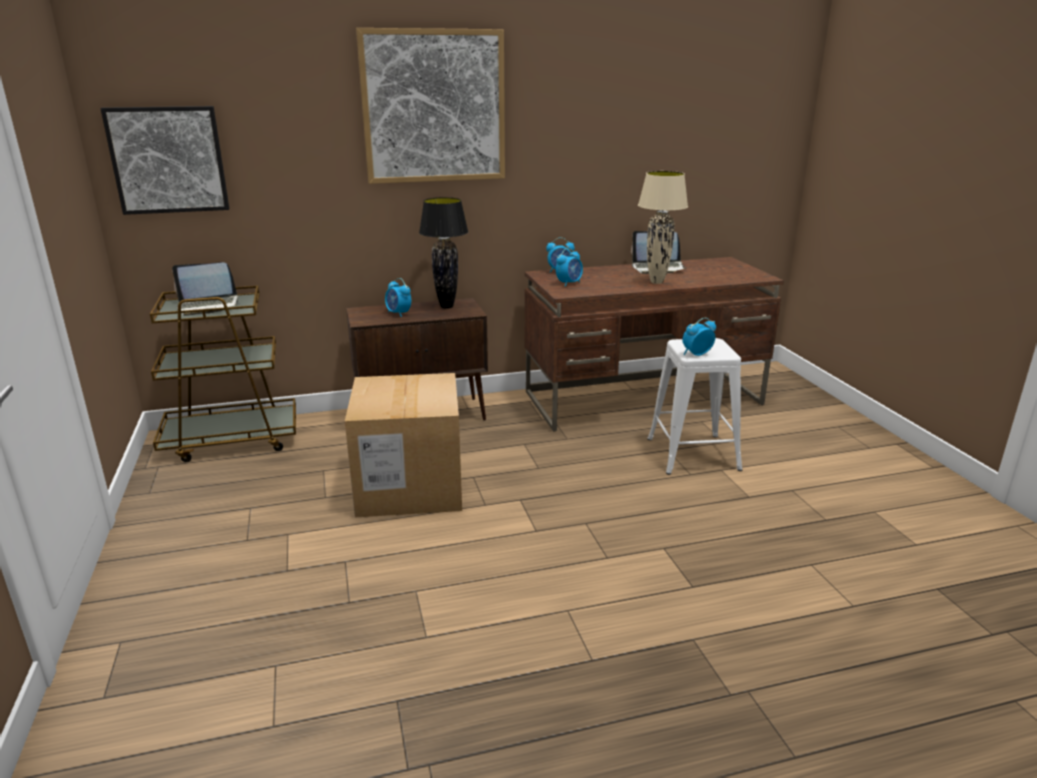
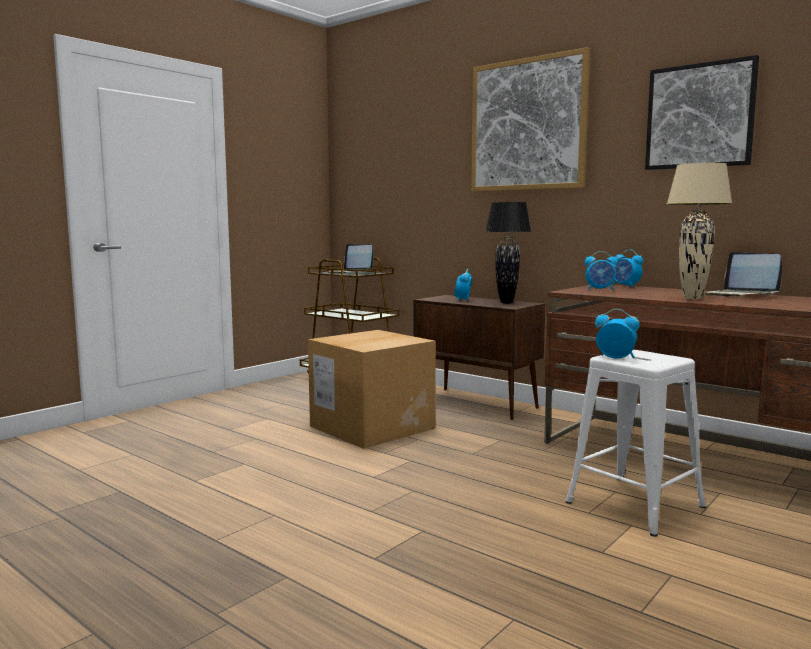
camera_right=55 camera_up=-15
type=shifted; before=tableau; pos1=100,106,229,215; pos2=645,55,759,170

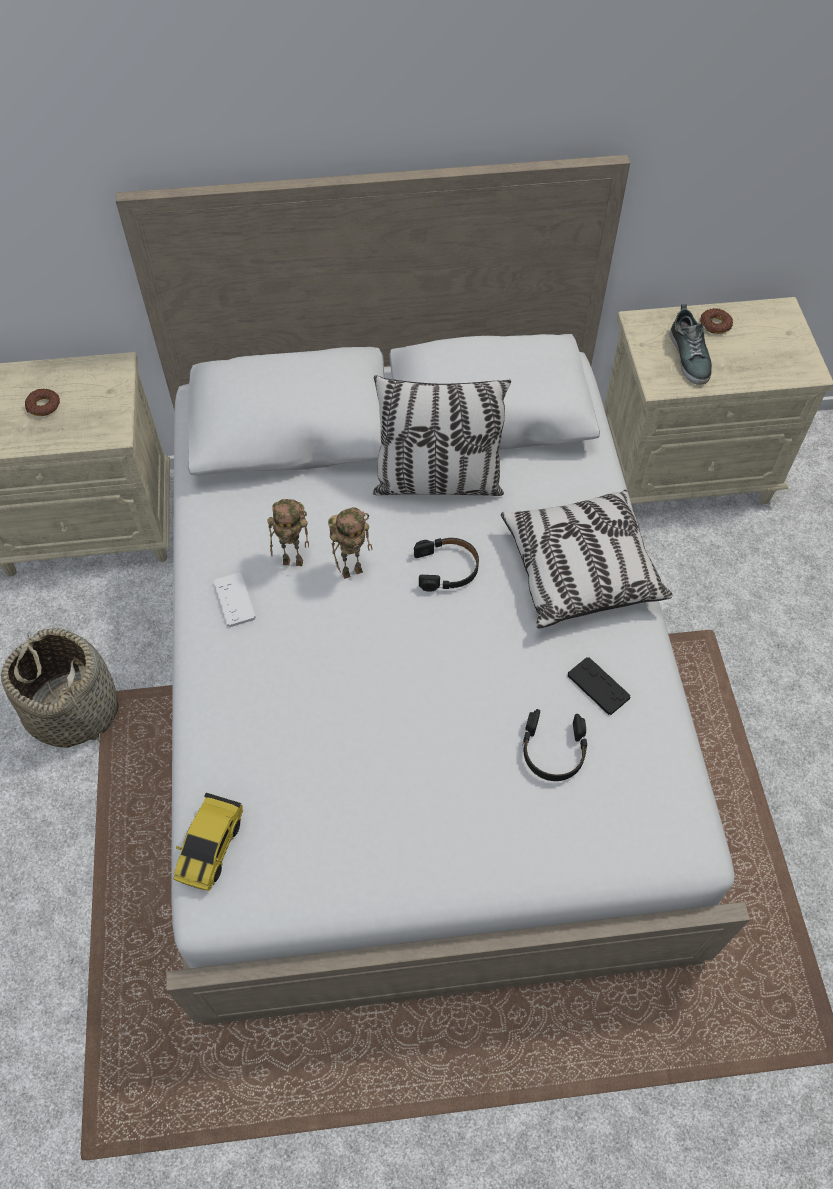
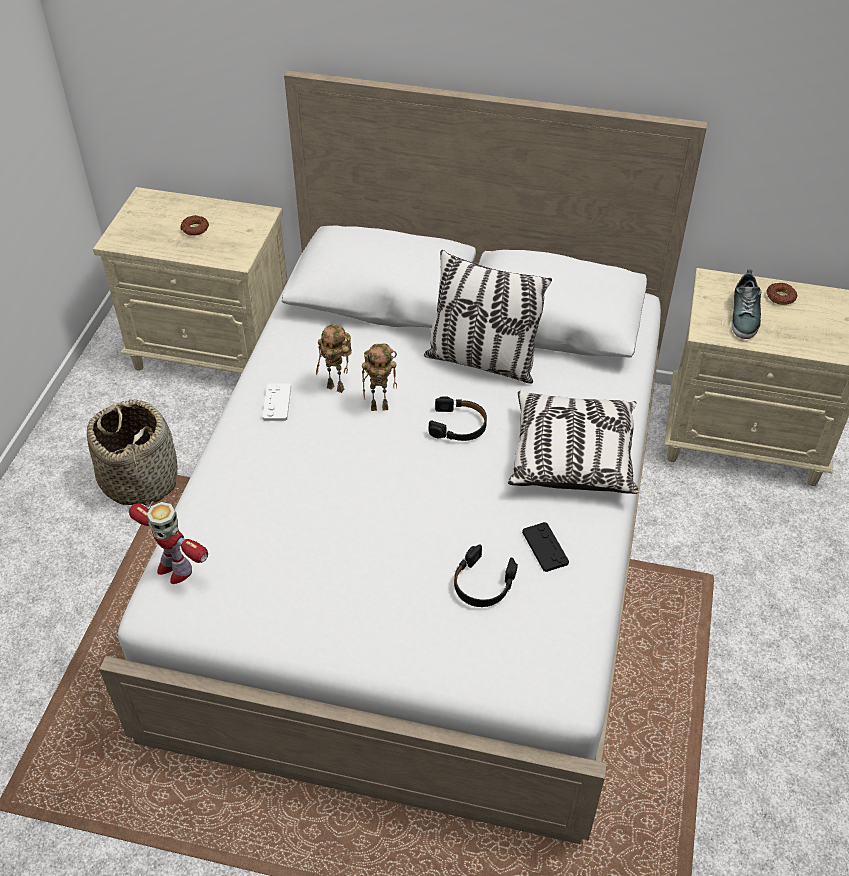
camera_right=20 camera_up=-10
type=swapped; before=petite voiture; after=robot jouet; pos1=173,793,243,891; pos2=129,502,208,584

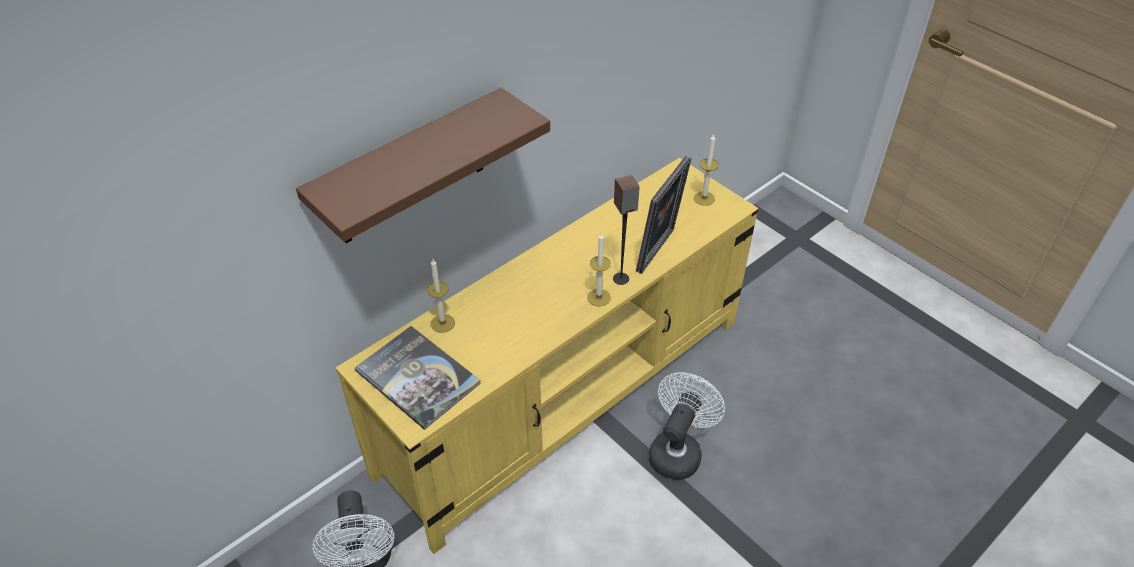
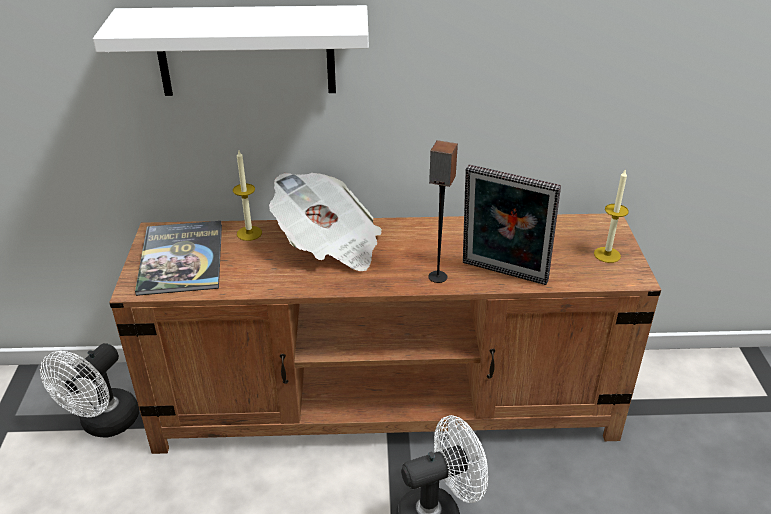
camera_right=40 camera_up=-10
type=gone; before=bougie; pos1=587,232,611,306
type=new; after=journal; pos2=269,173,382,271
type=repainted; before=étagère (marron); after=étagère (blanc); pos1=296,88,550,243; pos2=93,5,369,96
type=repainted; before=meuble télé (jaune); after=meuble télé (marron); pos1=336,158,758,554; pos2=109,213,661,454
type=rotated; before=cadre photo; pos1=636,156,691,274; pos2=463,164,561,285; turn=45

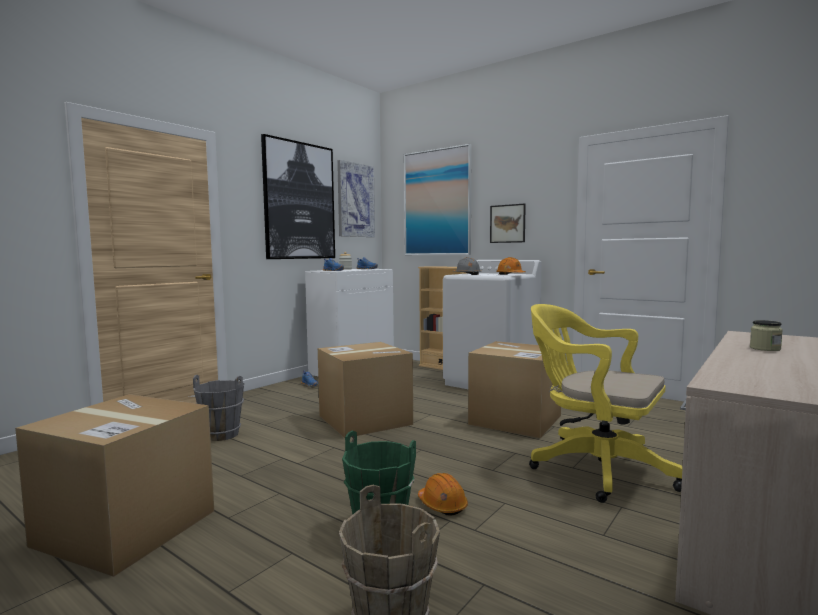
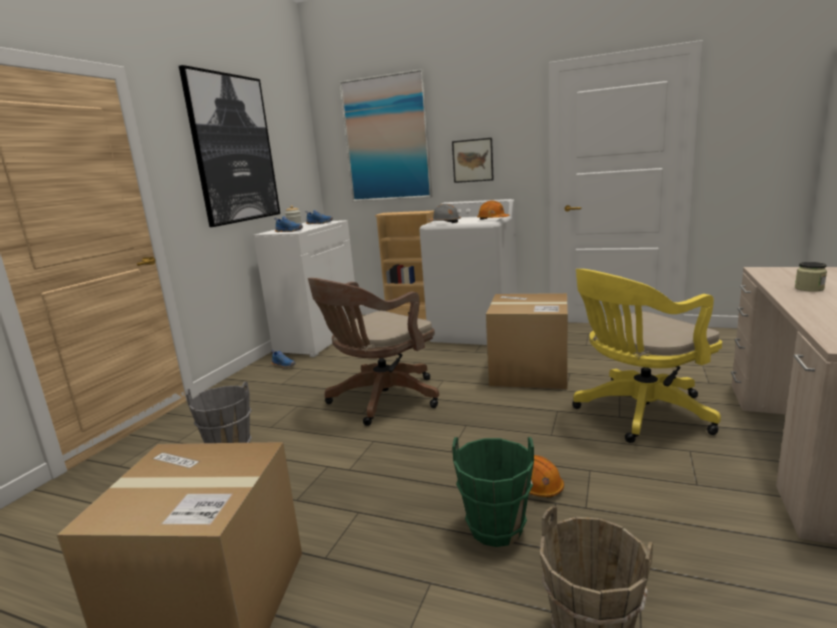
camera_right=-15 camera_up=10
type=gone; before=tableau; pos1=337,160,375,237
type=swapped; before=carton; after=chaise de bureau (marron); pos1=318,342,413,438; pos2=308,278,439,426
type=rotated; before=chaise de bureau (jaune); pos1=529,304,683,503; pos2=572,269,722,443; turn=-45

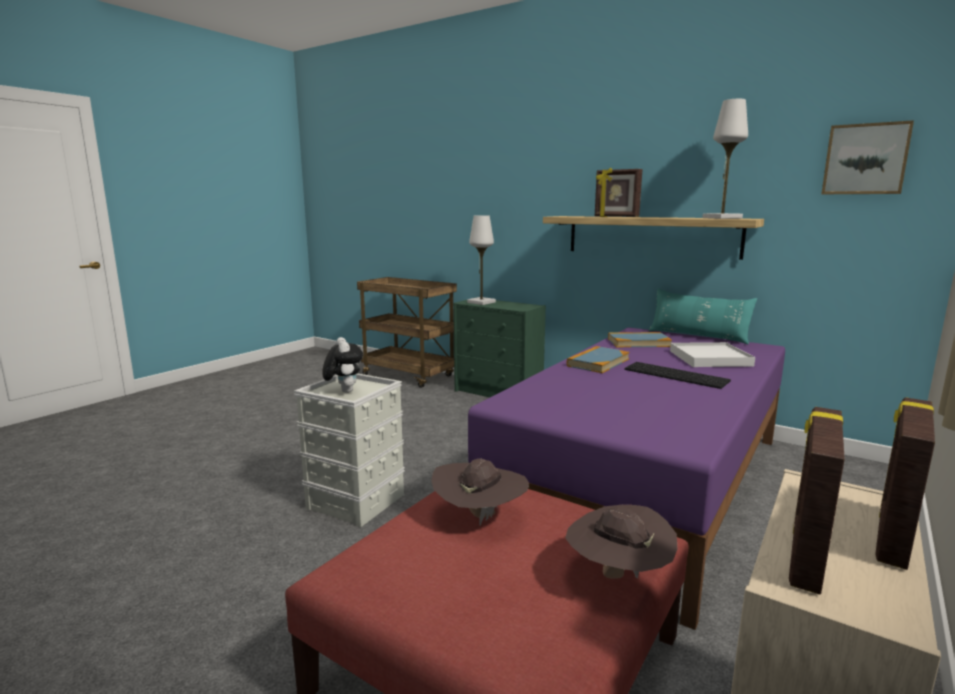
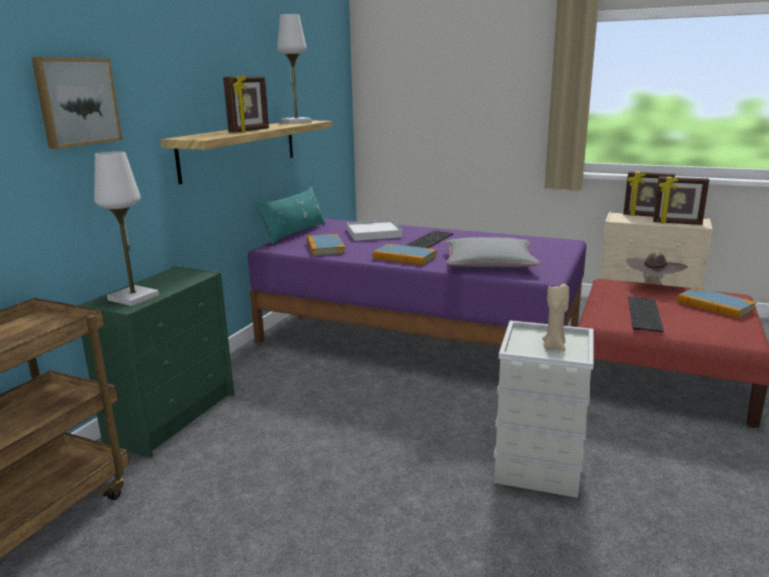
camera_right=-100 camera_up=5
type=new; after=coussin (gris); pos2=446,237,541,267
type=new; after=livre; pos2=677,287,756,319
type=shifted; before=tableau; pos1=821,120,914,194; pos2=32,57,122,149
type=swapped; before=peluche; after=bougie (beige); pos1=322,337,363,393; pos2=542,284,569,351
type=swapped; before=chapeau (marron); after=clavier; pos1=431,458,529,526; pos2=628,296,664,333

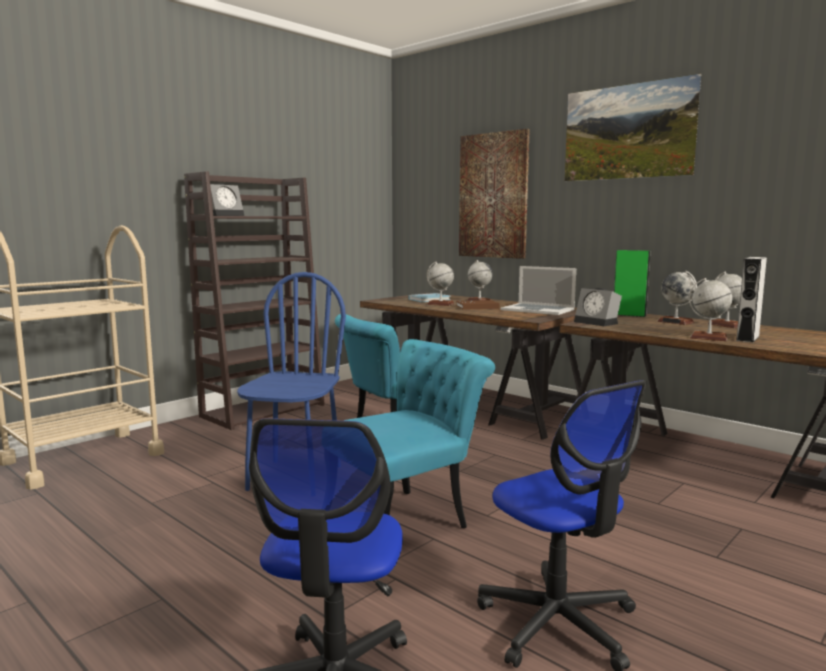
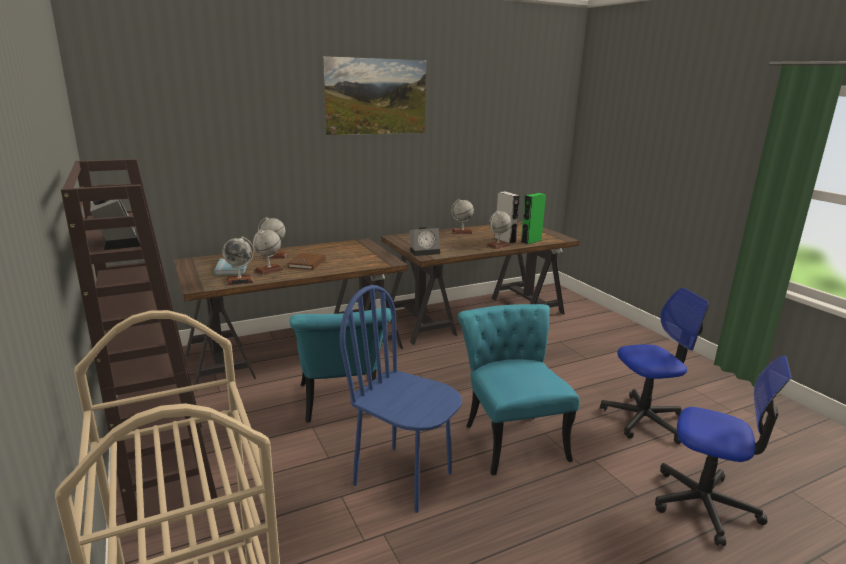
camera_right=-70 camera_up=10
type=gone; before=tableau; pos1=459,129,530,259
type=gone; before=ordinateur portable; pos1=501,266,576,315
type=shifted; before=enceinte (vert); pos1=614,250,650,317; pos2=520,193,546,245
type=shifted; before=globe; pos1=657,271,697,325; pos2=222,237,254,285

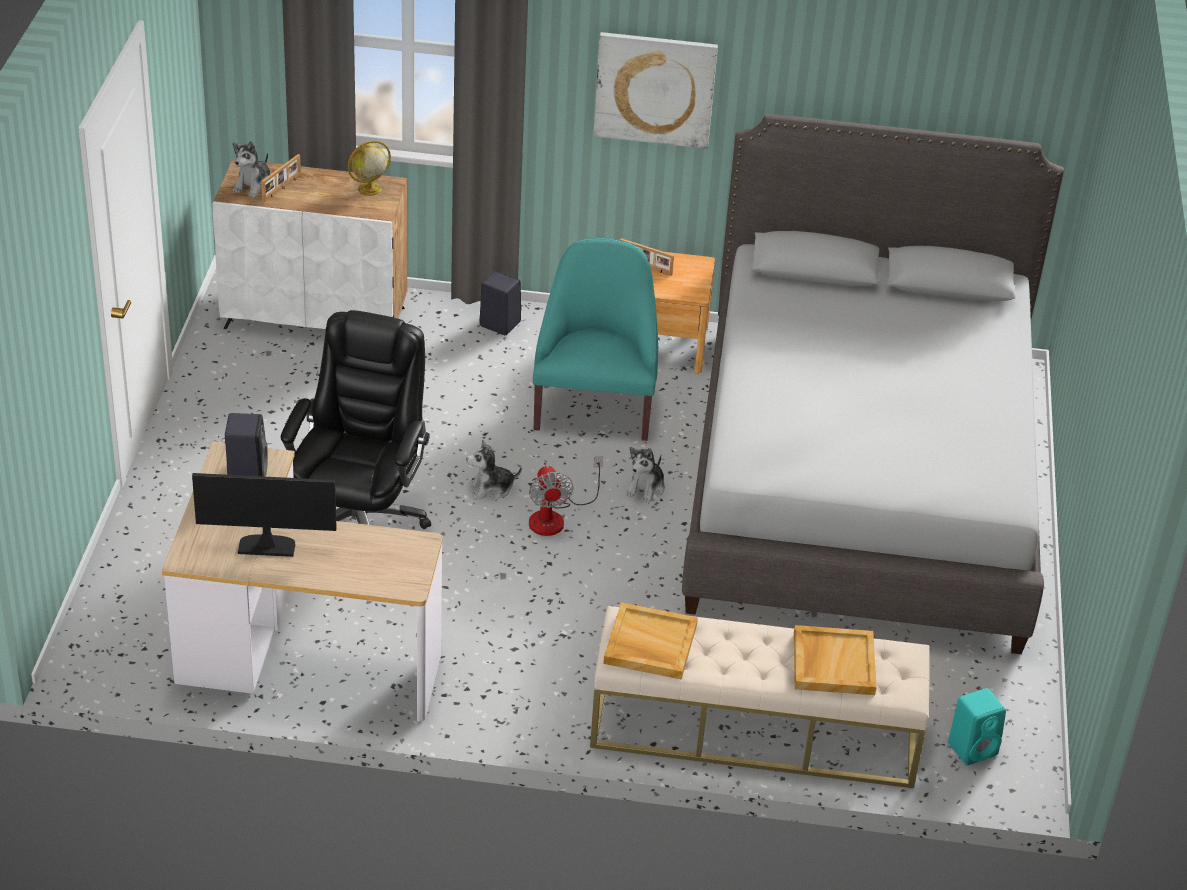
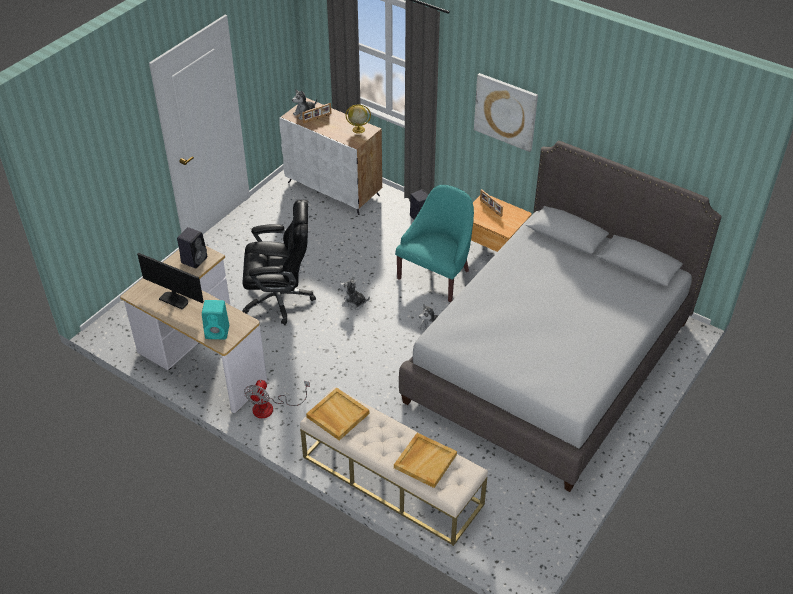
camera_right=30 camera_up=5
type=shifted; before=ventilateur; pos1=529,456,603,536; pos2=244,380,310,418
type=shifted; before=enceinte (turquoise); pos1=948,688,1006,765; pos2=202,300,229,339
type=rotated; before=chaise de bureau (noir); pos1=281,310,431,529; pos2=242,200,316,325; turn=45

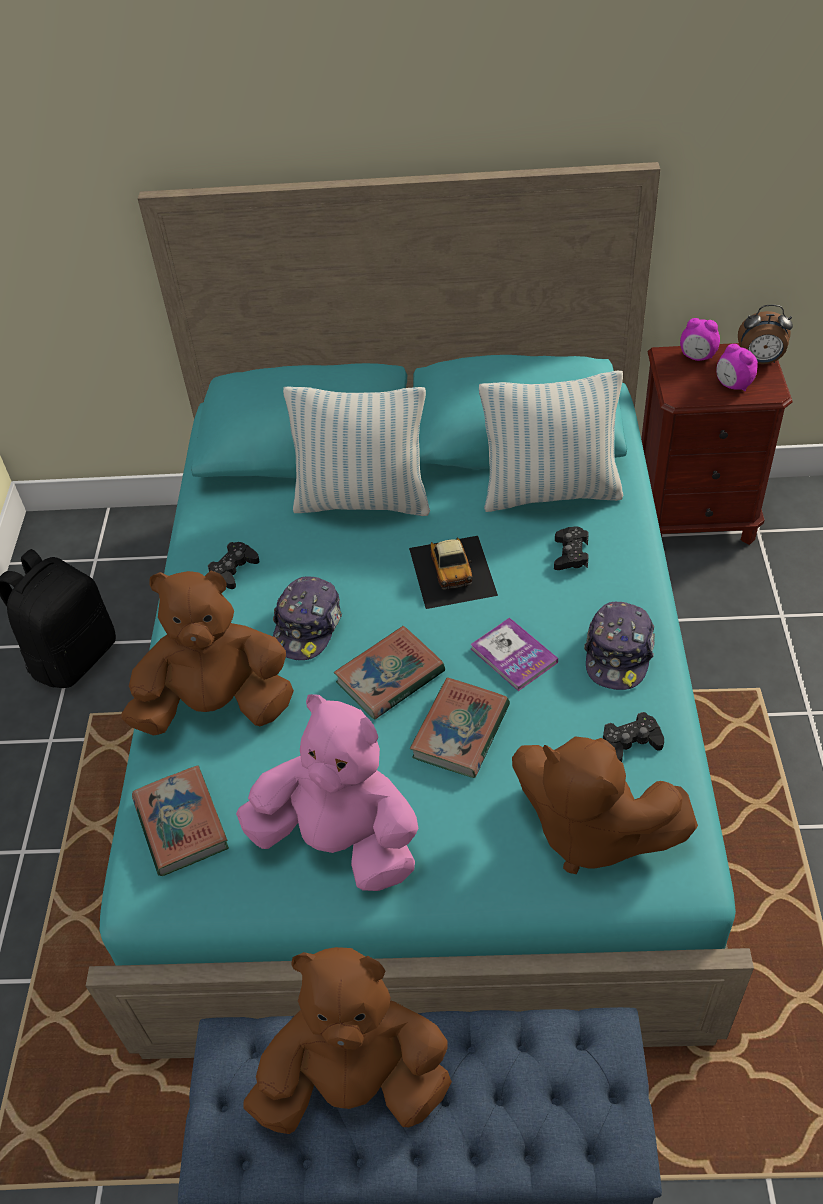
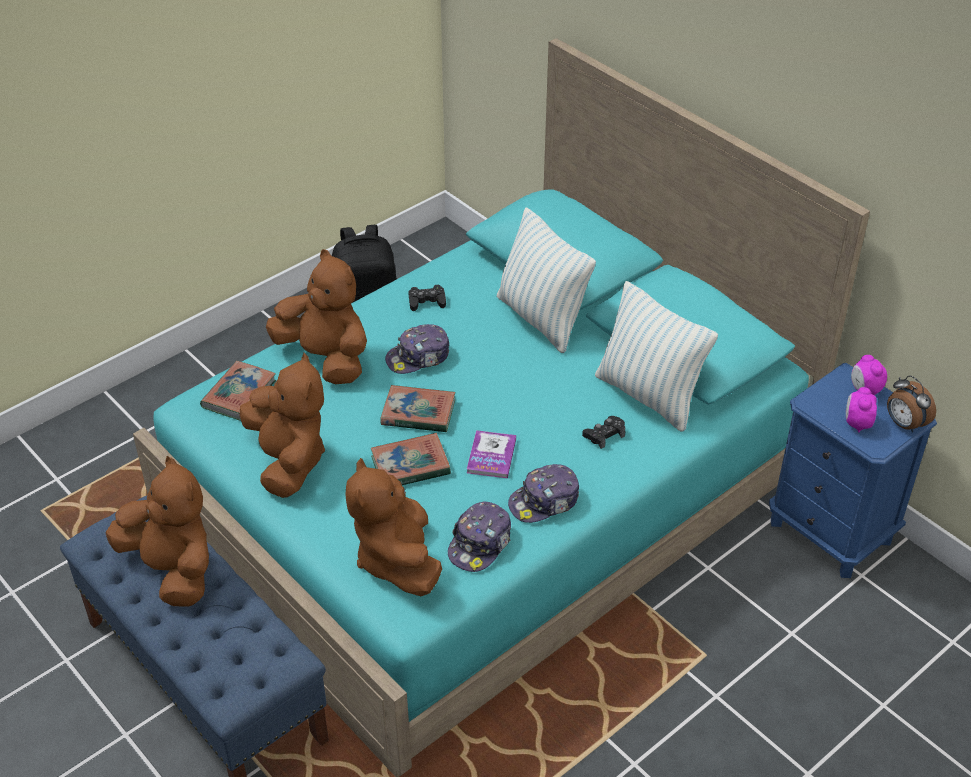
camera_right=45 camera_up=-5
type=gone; before=petite voiture; pos1=409,536,498,609
type=swapped; before=manette (noir); after=casquette; pos1=603,712,664,762; pos2=448,501,511,572
type=repainted; before=peluche (rose); after=peluche (marron); pos1=236,694,418,891; pos2=240,353,325,498
type=repainted; before=table de chevet (marron); after=table de chevet (bleu); pos1=641,343,793,545; pos2=769,362,937,578

